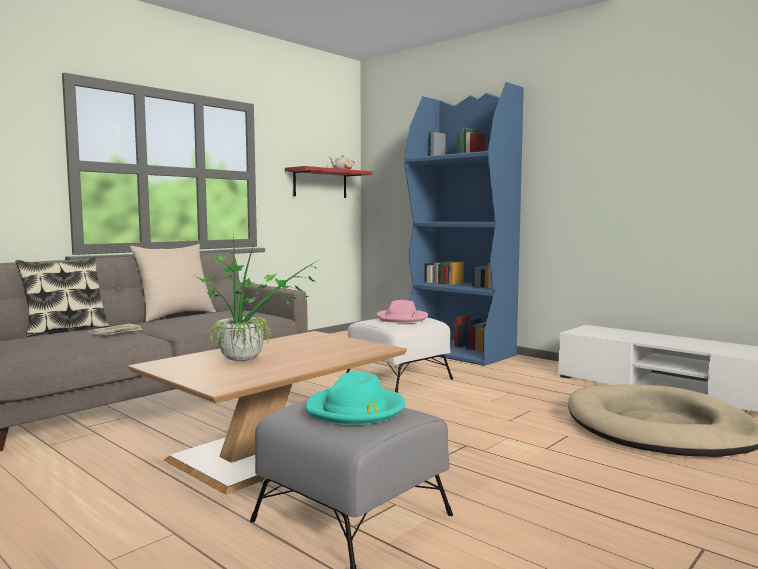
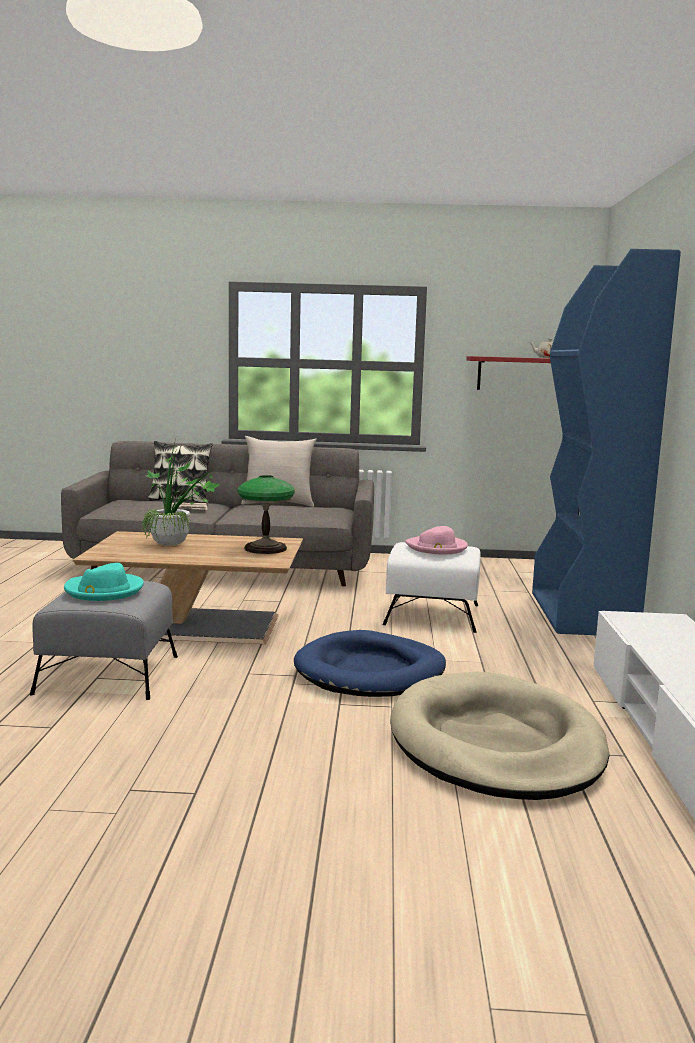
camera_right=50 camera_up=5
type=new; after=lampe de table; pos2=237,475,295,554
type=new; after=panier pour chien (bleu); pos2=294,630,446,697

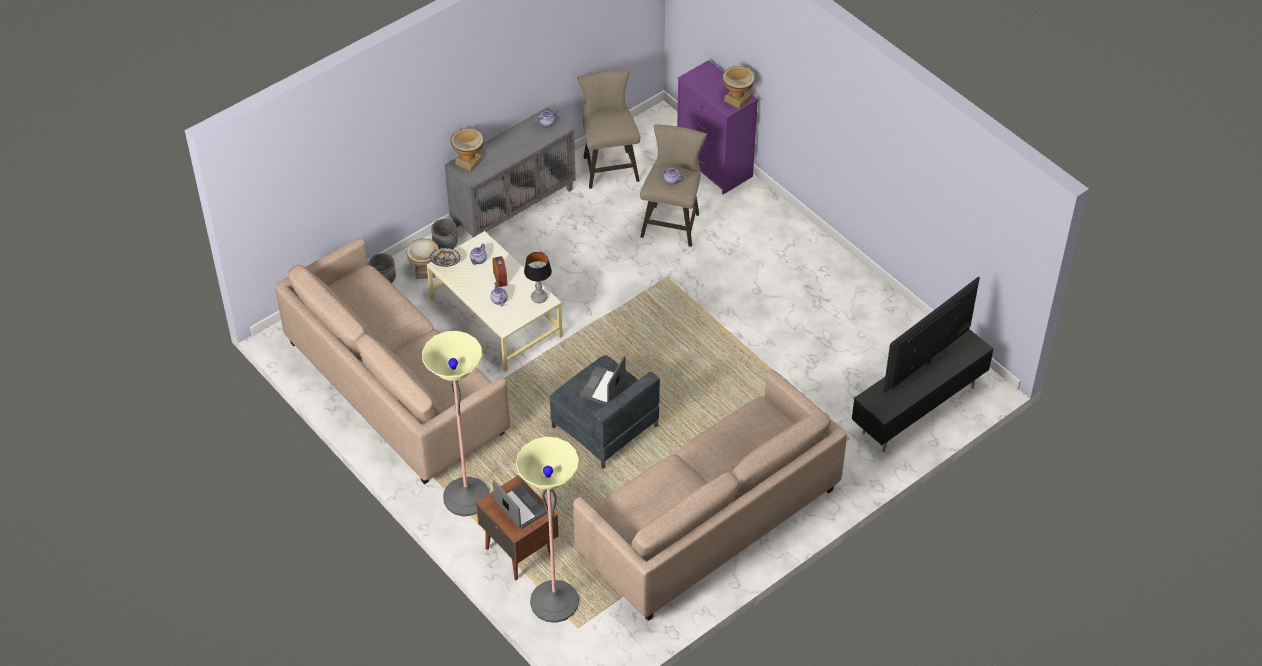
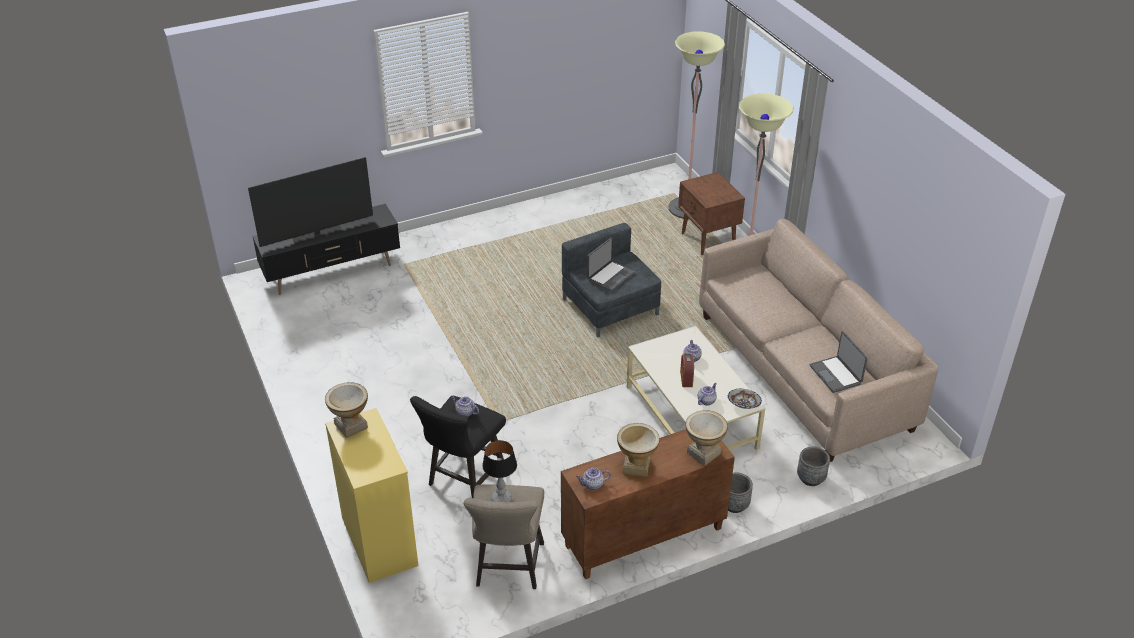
camera_right=-165 camera_up=-10
type=gone; before=canapé (beige); pos1=573,370,847,621
type=shifted; before=vase; pos1=406,238,439,279; pos2=617,423,660,477
type=shifted; before=ordinateur portable; pos1=493,480,547,529; pos2=810,331,868,393
type=shifted; before=lampe de table; pos1=524,252,552,303; pos2=482,440,517,502
type=repainted; before=meuble de rangement (gris); after=meuble de rangement (marron); pos1=445,107,576,237; pos2=561,429,735,579
type=repainted; before=tabouret (beige); after=tabouret (noir); pos1=640,124,707,247; pos2=410,396,506,498
type=repainted; before=commode (violet); after=commode (jaune); pos1=677,60,758,195; pos2=325,408,418,583

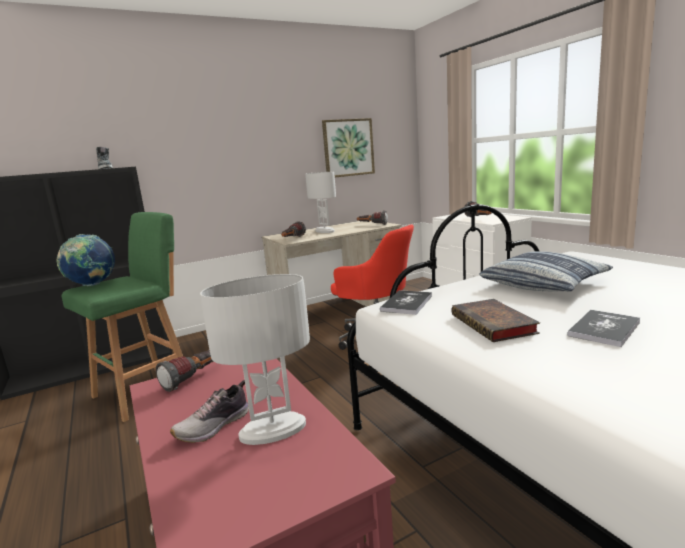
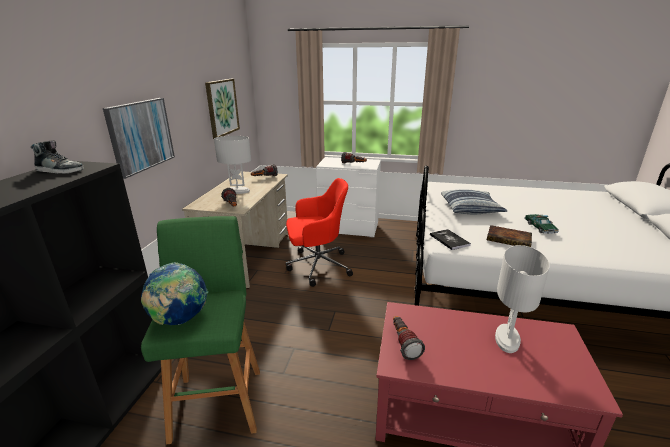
camera_right=-50 camera_up=10
type=gone; before=chaussure; pos1=170,380,249,443
type=new; after=tableau; pos2=103,98,175,179
type=swapped; before=livre; after=petite voiture; pos1=567,310,640,347; pos2=524,214,559,234

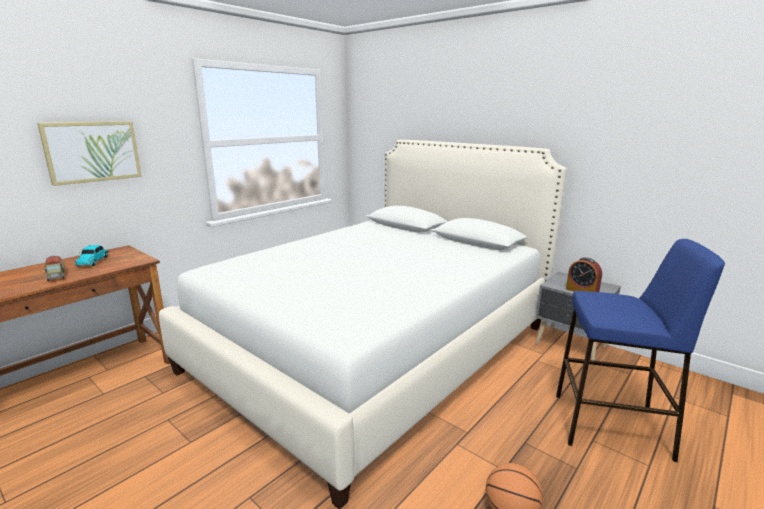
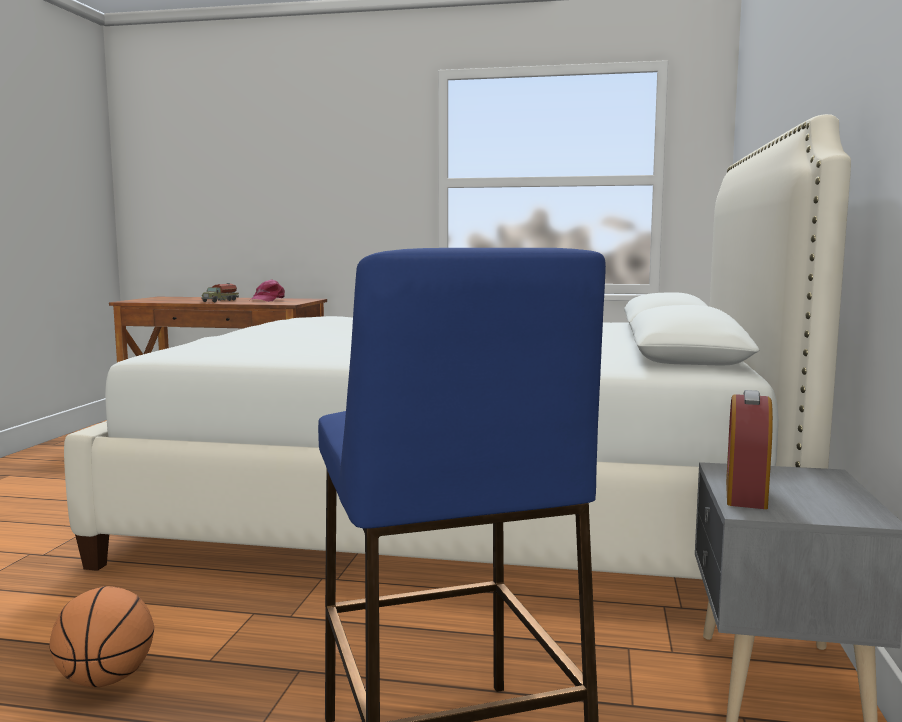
camera_right=60 camera_up=-10
type=gone; before=tableau; pos1=37,121,142,186
type=swapped; before=petite voiture; after=casquette (rose); pos1=75,245,109,267; pos2=250,279,285,302

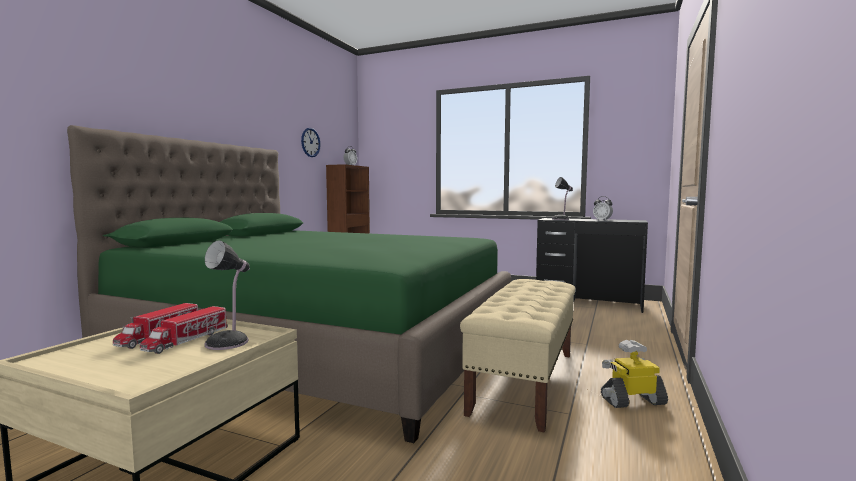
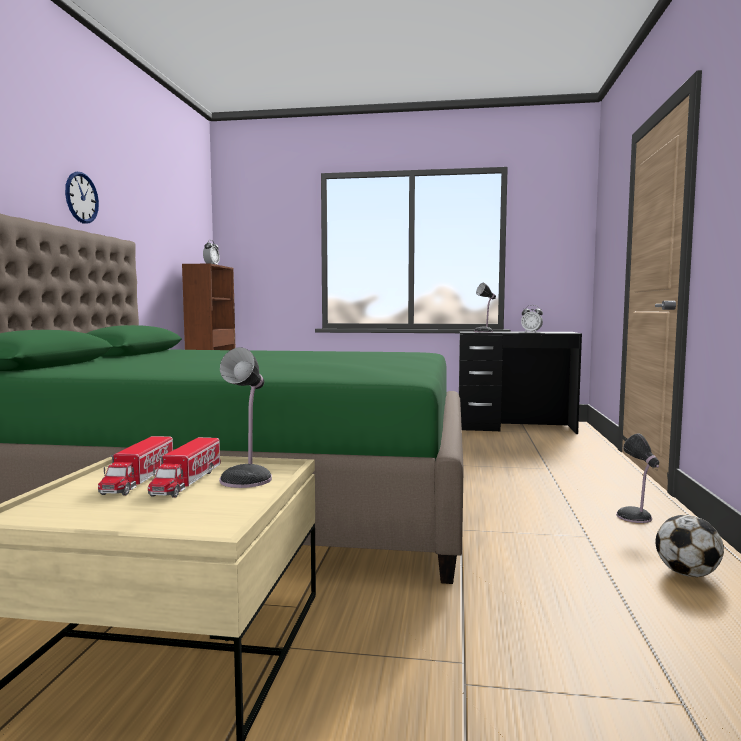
camera_right=-15 camera_up=0
type=gone; before=banc (beige); pos1=460,279,575,433
type=new; after=ballon de foot; pos2=656,515,724,577
type=shifted; before=horloge murale; pos1=301,128,321,157; pos2=65,172,99,223
type=swapped; before=robot jouet; after=lampe de table; pos1=601,340,668,408; pos2=616,433,659,523

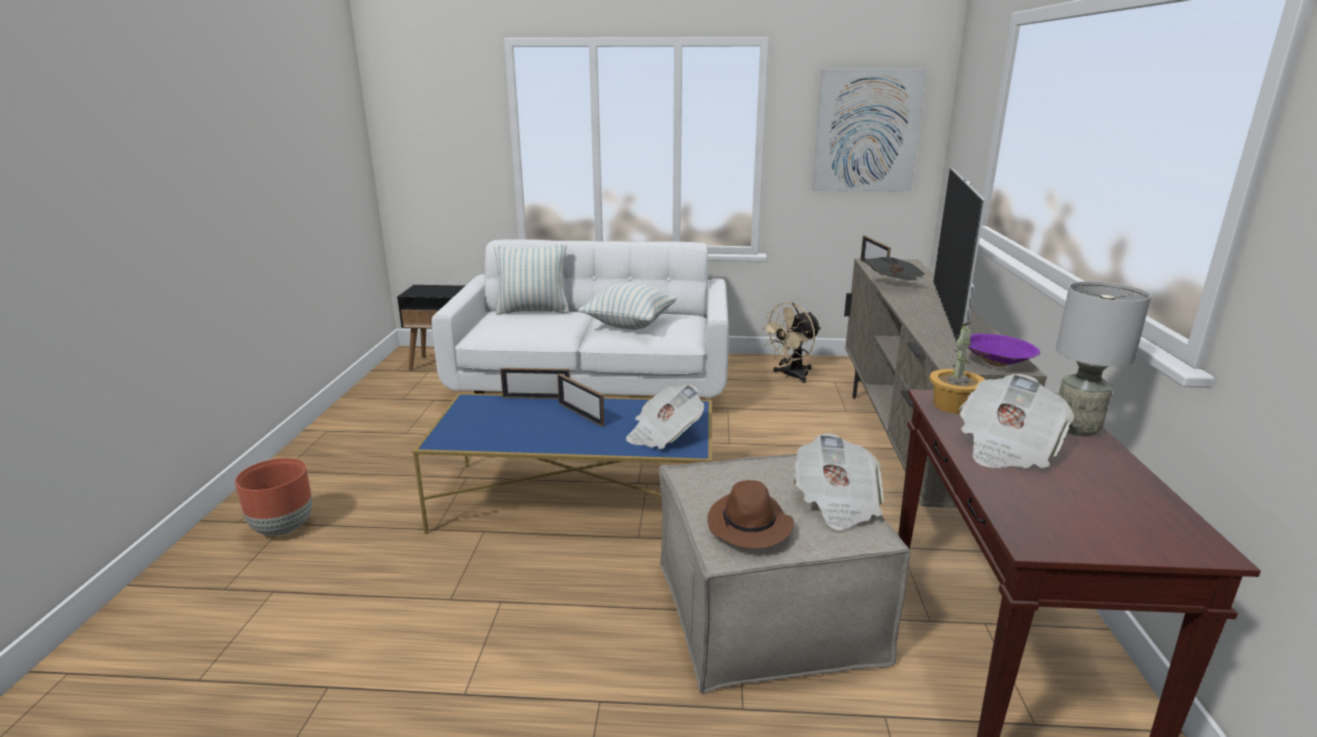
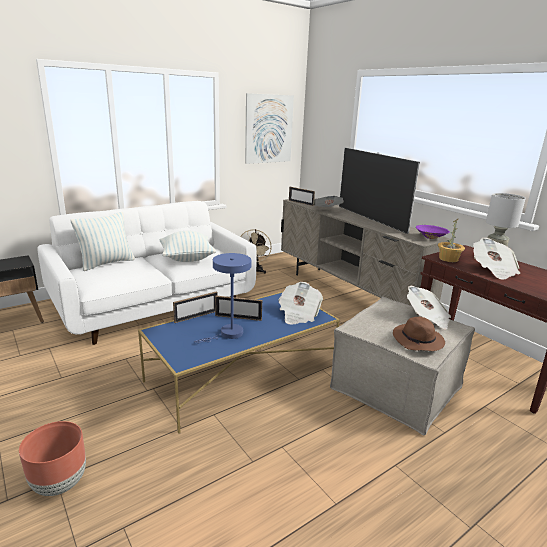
camera_right=-40 camera_up=0
type=new; after=lampe de table (bleu); pos2=194,253,251,343

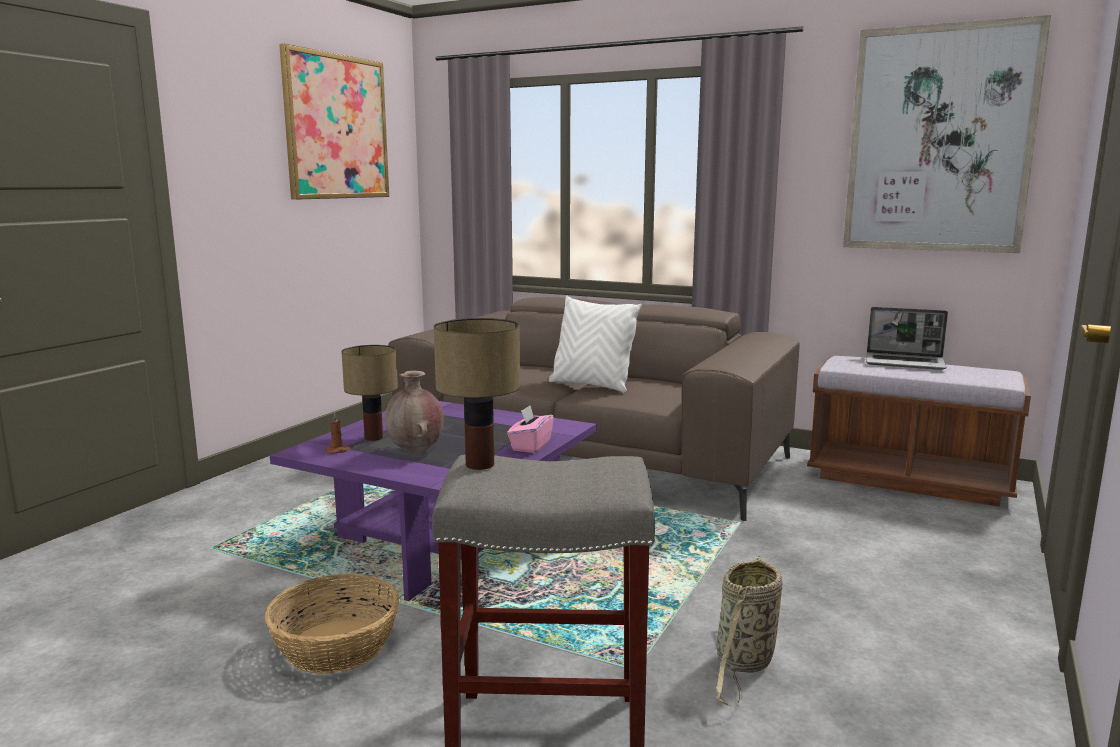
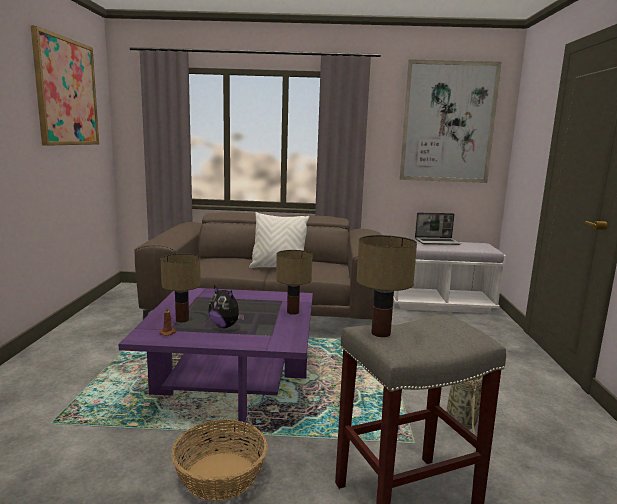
camera_right=-25 camera_up=0
type=swapped; before=vase (marron); after=peluche; pos1=385,371,444,455; pos2=208,286,245,328
type=swapped; before=boîte à mouchoirs (rose); after=lampe de table; pos1=507,405,554,453; pos2=276,250,313,315
type=repainted; before=banc (marron); after=banc (blanc); pos1=807,356,1031,507; pos2=393,240,506,314

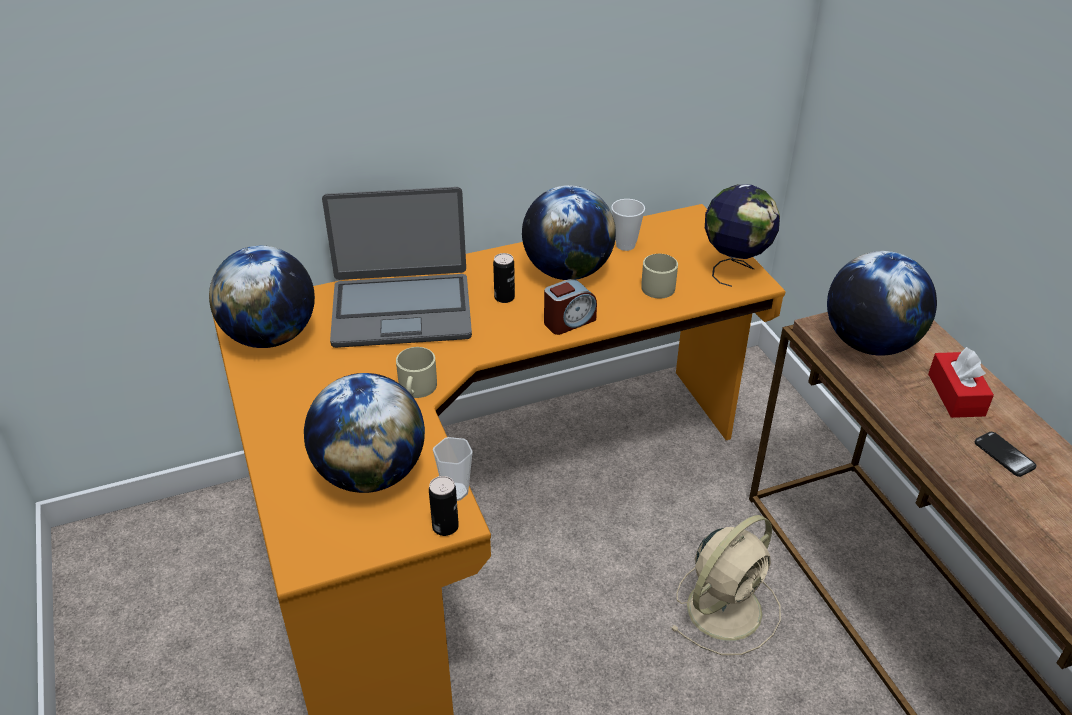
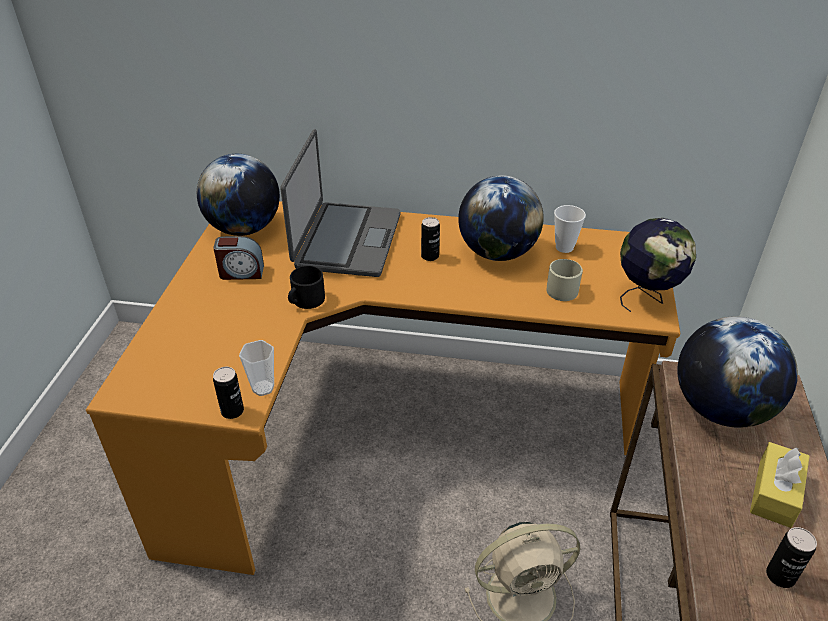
camera_right=30 camera_up=0
type=gone; before=globe; pos1=304,373,425,493
type=shifted; before=réveil; pos1=544,279,597,335; pos2=213,236,264,280
type=swapped; before=téléphone; after=boîte métallique; pos1=975,432,1037,477; pos2=766,527,817,588
type=repainted; before=mug (beige); after=mug (noir); pos1=396,347,437,398; pos2=288,266,325,309
type=repainted; before=boîte à mouchoirs (rouge); after=boîte à mouchoirs (jaune); pos1=928,347,994,418; pos2=750,442,809,528
type=rotated; before=ordinateur portable; pos1=322,187,472,348; pos2=280,129,401,277; turn=-105

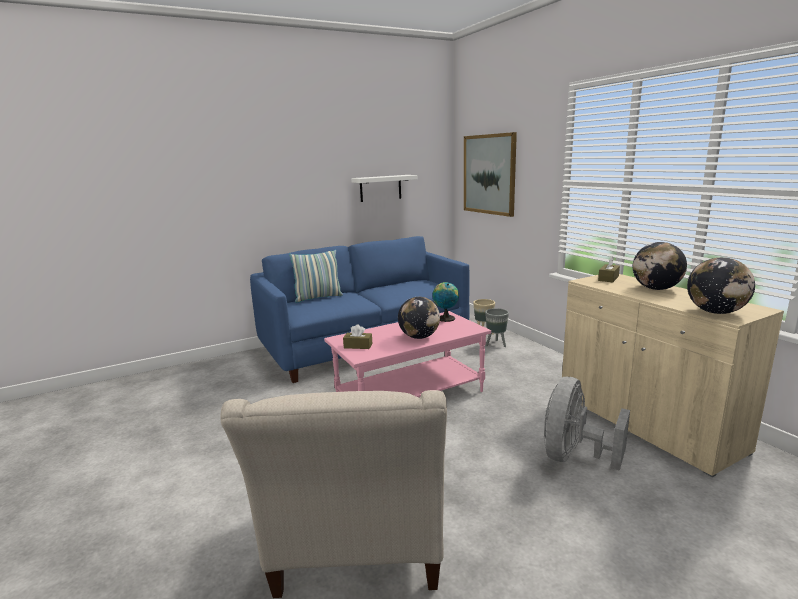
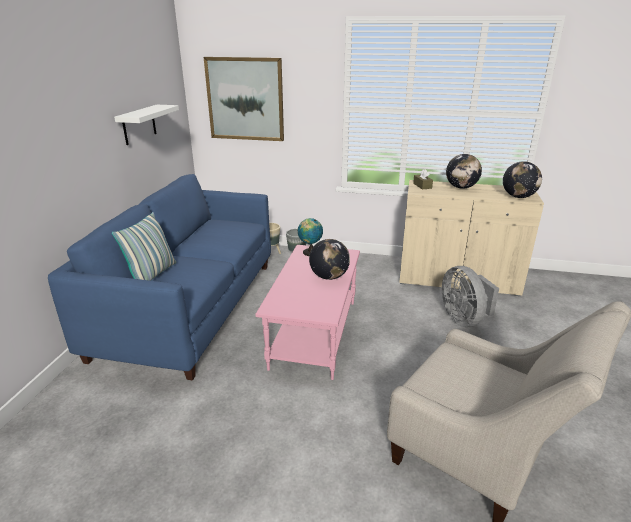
camera_right=-50 camera_up=10
type=gone; before=boîte à mouchoirs (marron); pos1=343,324,372,349

